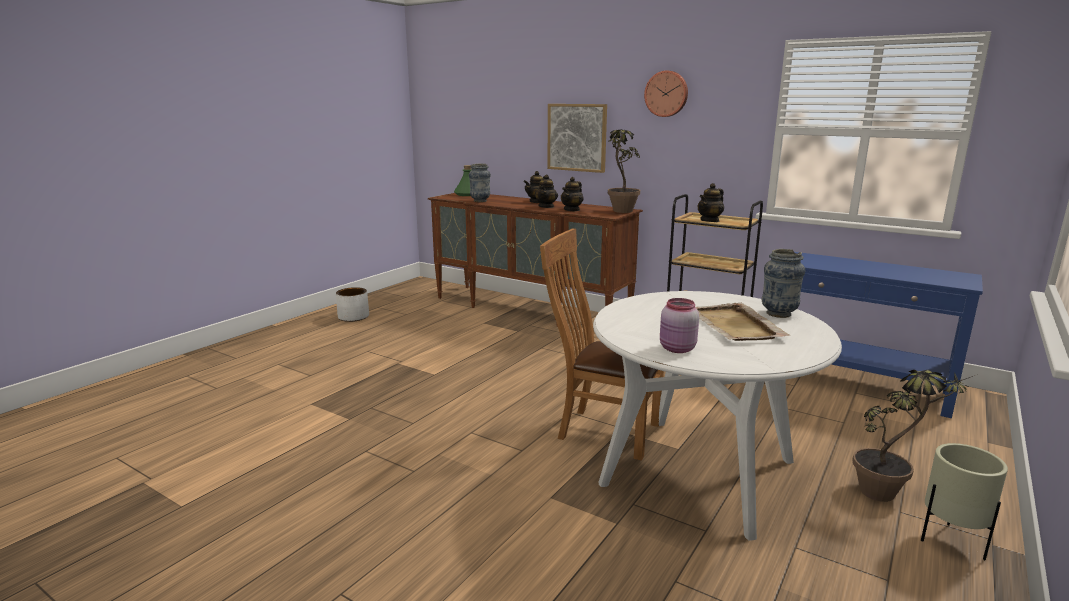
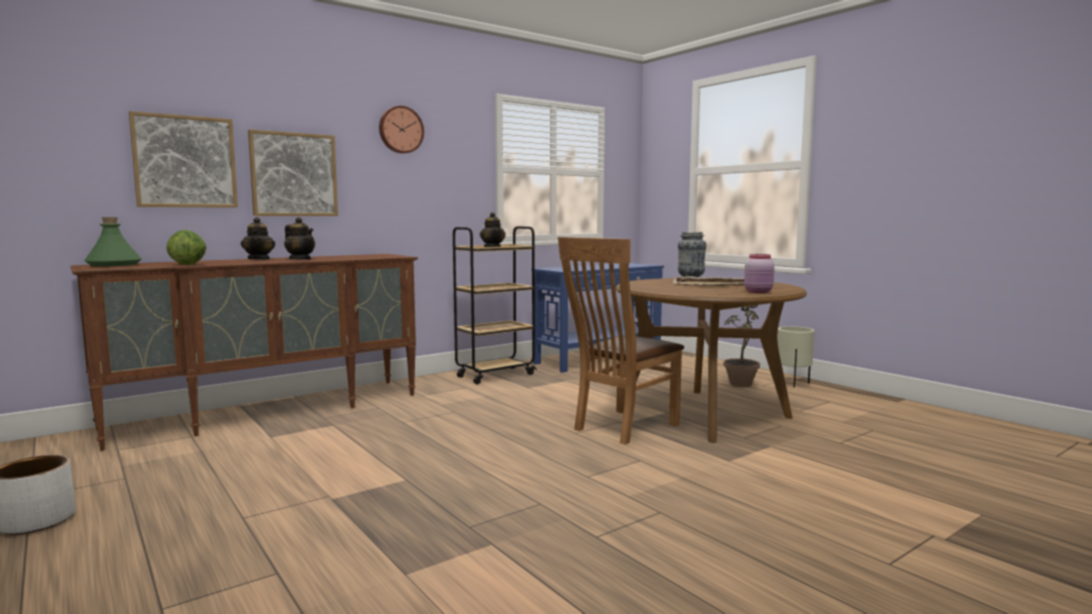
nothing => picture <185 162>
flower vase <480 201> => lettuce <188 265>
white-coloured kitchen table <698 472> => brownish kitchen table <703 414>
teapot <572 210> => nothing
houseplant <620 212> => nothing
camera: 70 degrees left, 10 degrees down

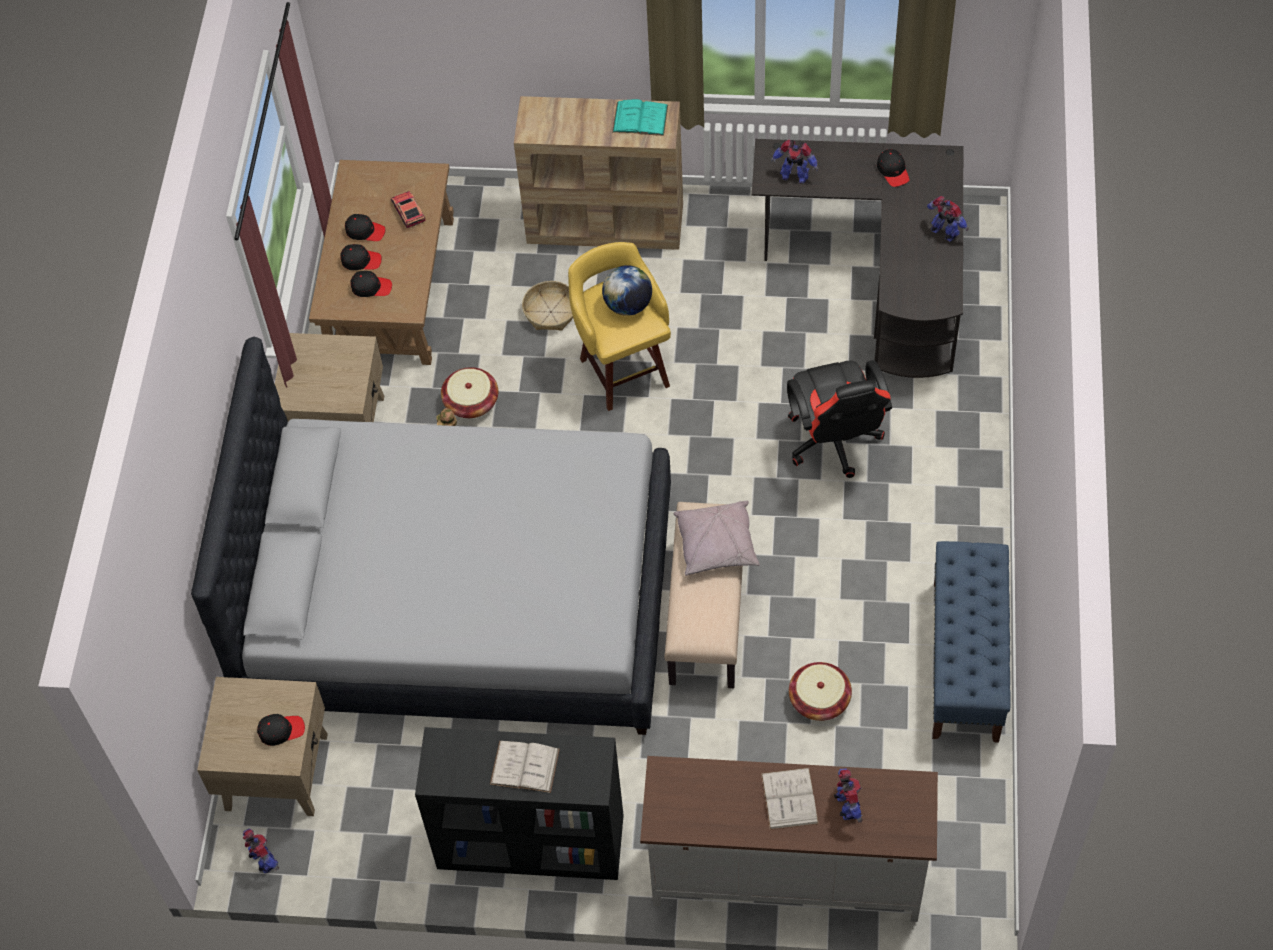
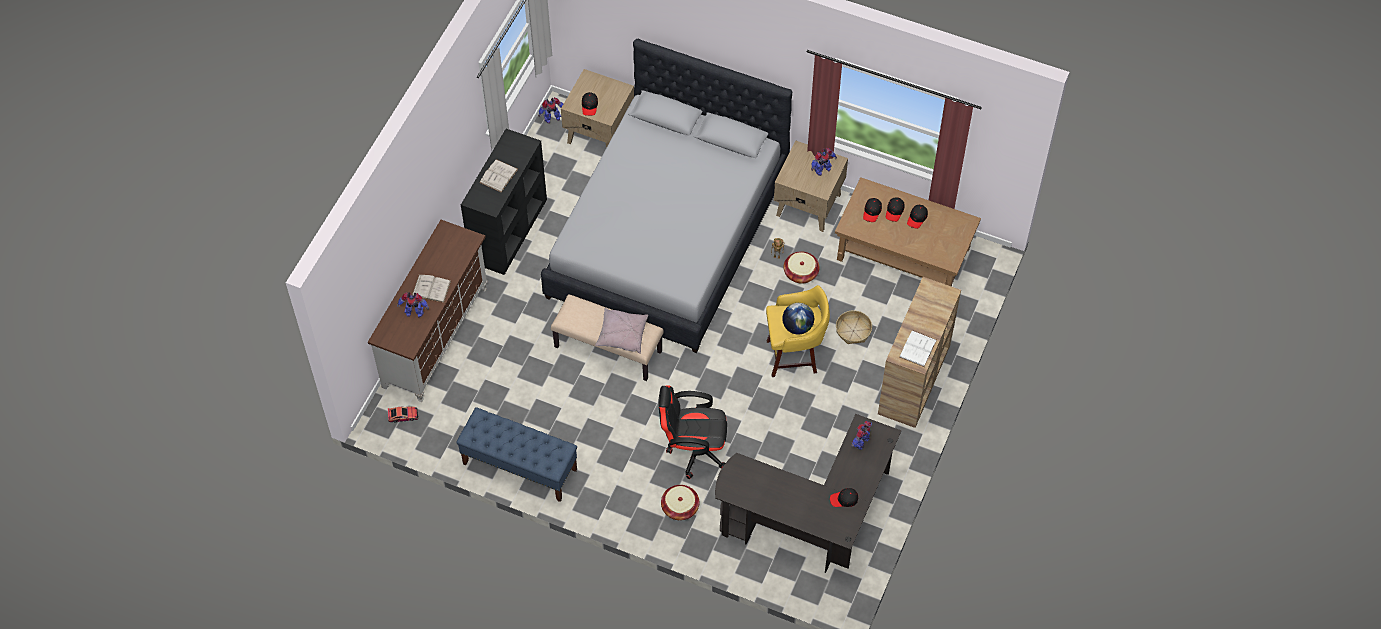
toy car <408 211> => toy car <403 415>, relocated
storage basket <819 699> => storage basket <680 507>, relocated
toy robot <944 233> => toy robot <822 169>, relocated
turquoise-coloured volume <640 118> => white-coloured volume <918 348>
camera: 105 degrees right, 0 degrees up

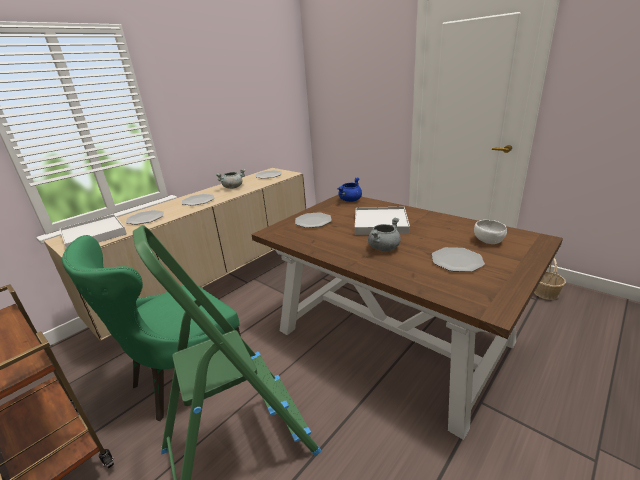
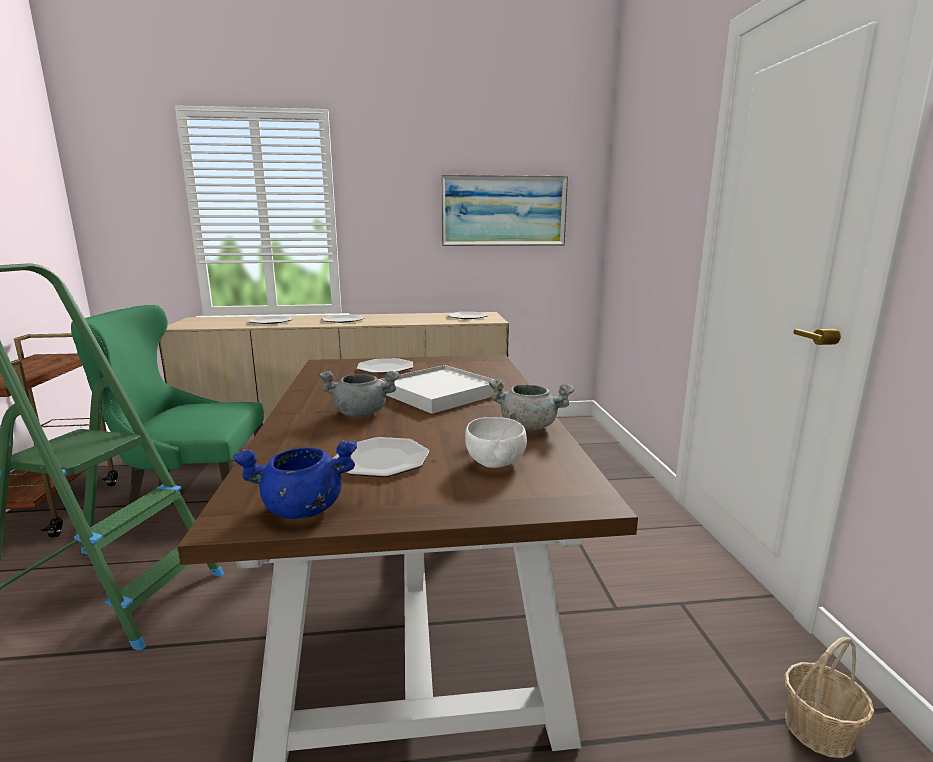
blue stockpot <350 200> => blue stockpot <301 509>, relocated
nothing => picture <503 211>
greyish stockpot <233 187> => greyish stockpot <529 427>, relocated
white-coloured serving tray <94 234> => nothing
camera: 40 degrees right, 10 degrees down

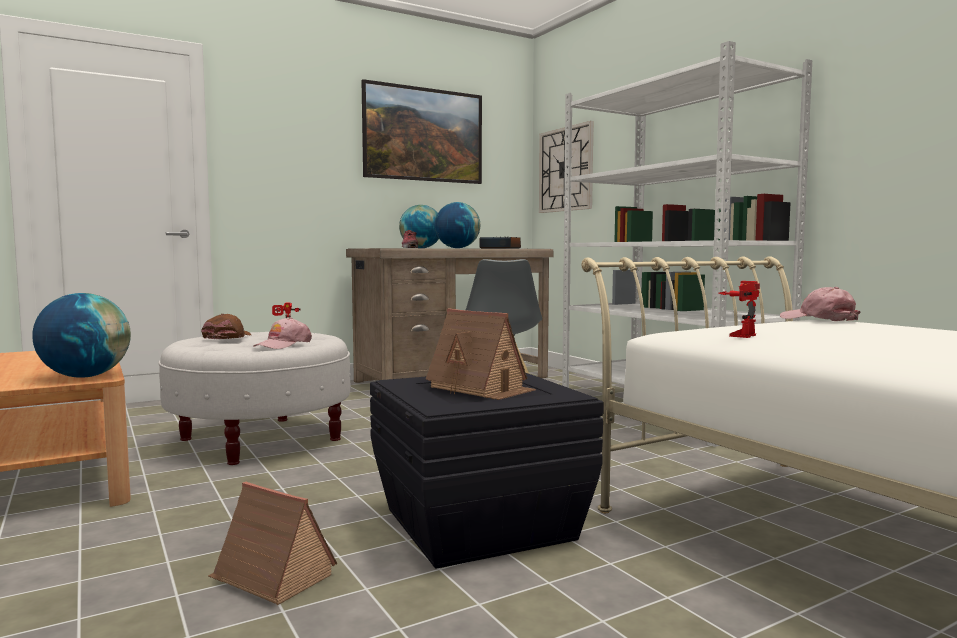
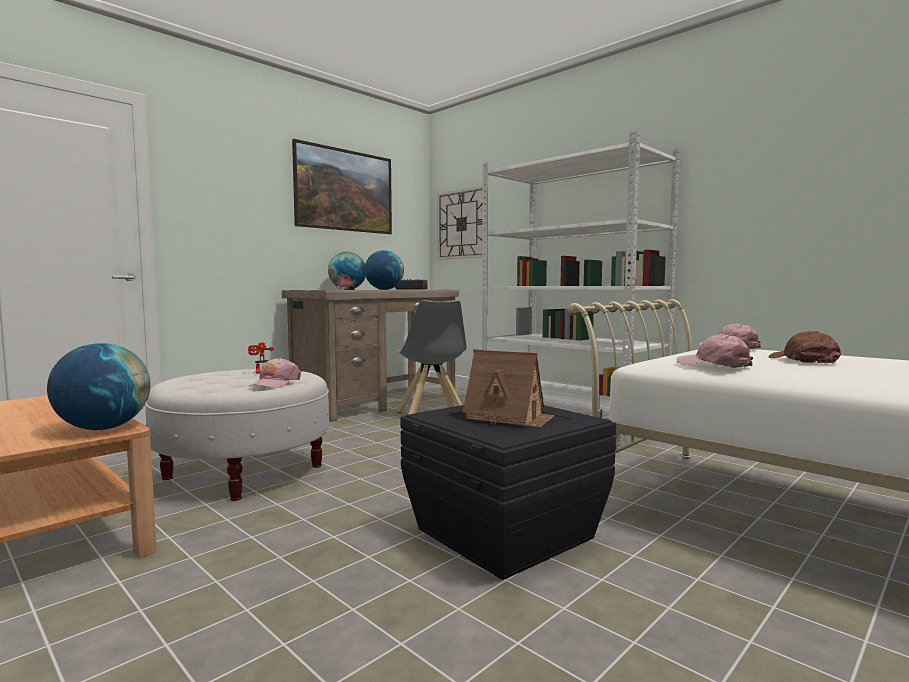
toy robot <739 335> => pink baseball cap <714 364>
brownish baseball cap <228 337> => brownish baseball cap <803 360>, relocated
toy house <271 577> => nothing
camera: 15 degrees left, 0 degrees up

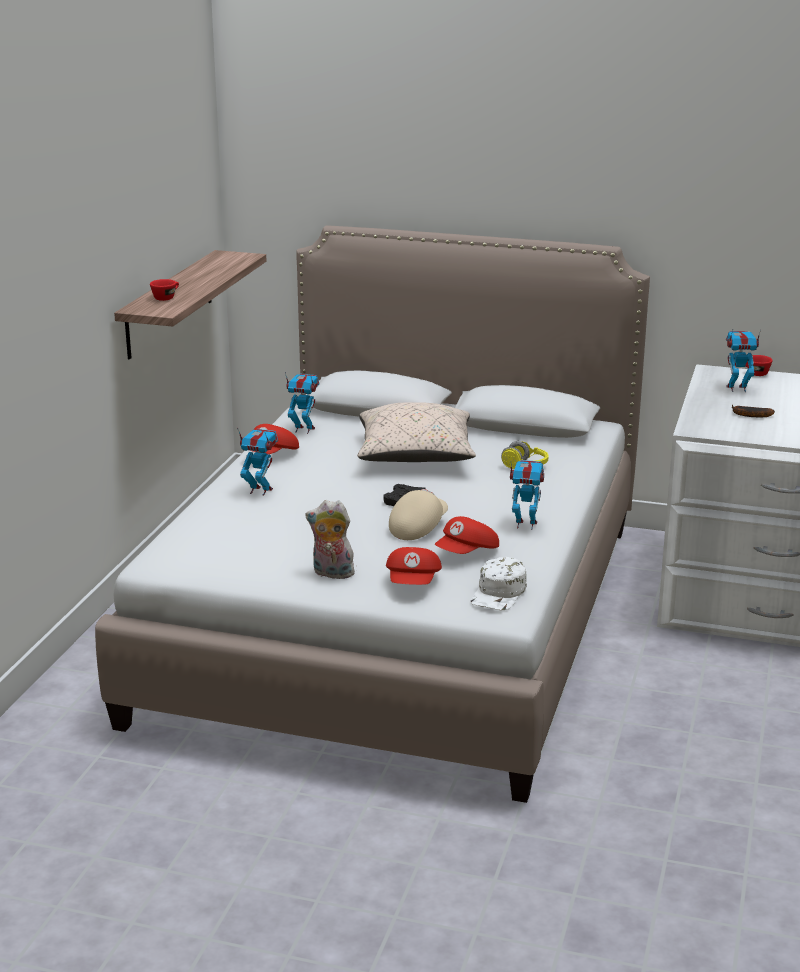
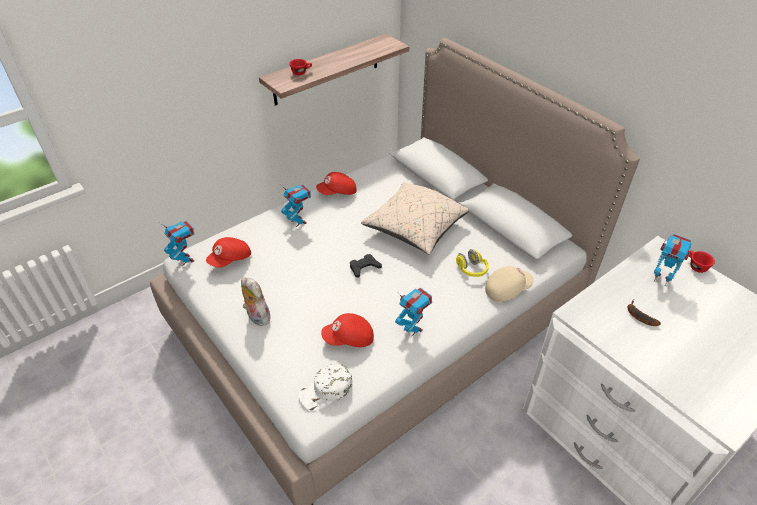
toy robot <304 430> => toy robot <185 260>, relocated
red baseball cap <414 583> => red baseball cap <230 259>, relocated
sand-coloured baseball cap <418 527> => sand-coloured baseball cap <507 289>, relocated
camera: 35 degrees right, 20 degrees up

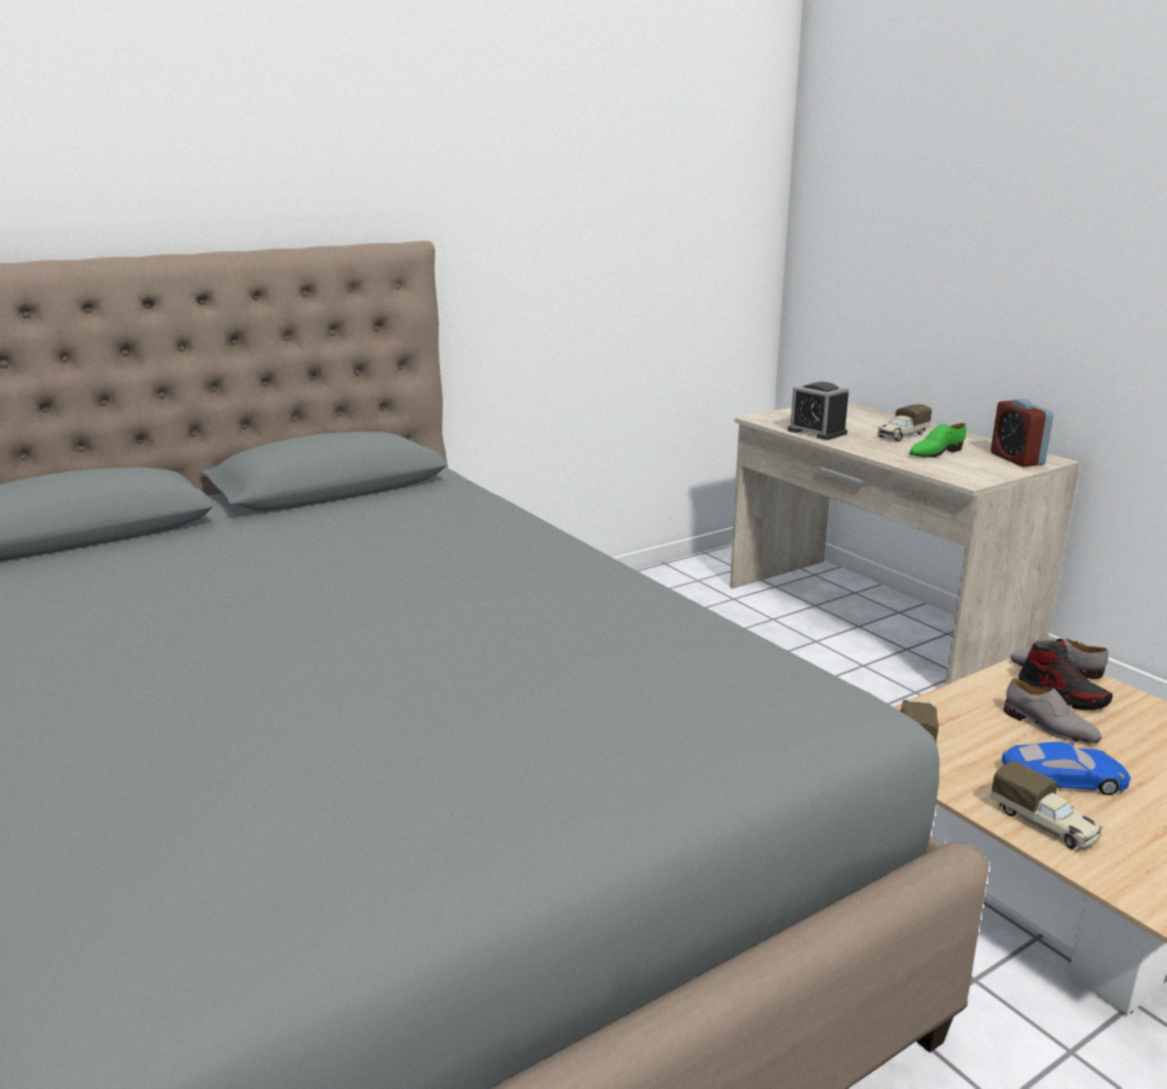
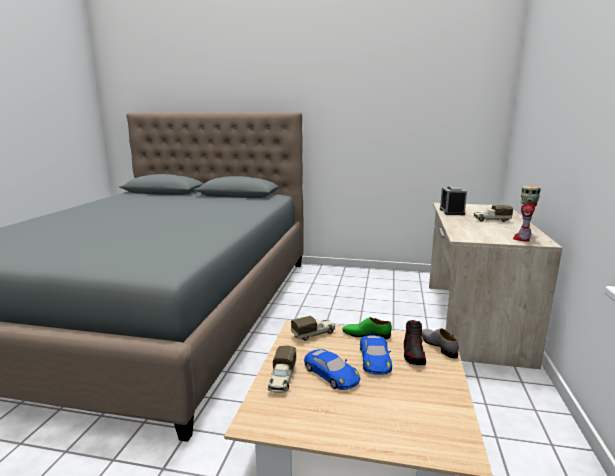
green low shoe <935 453> => green low shoe <366 335>, relocated
greyish low shoe <1049 727> => blue toy car <375 359>
table clock <1017 459> => toy robot <522 238>
camera: 45 degrees right, 5 degrees down

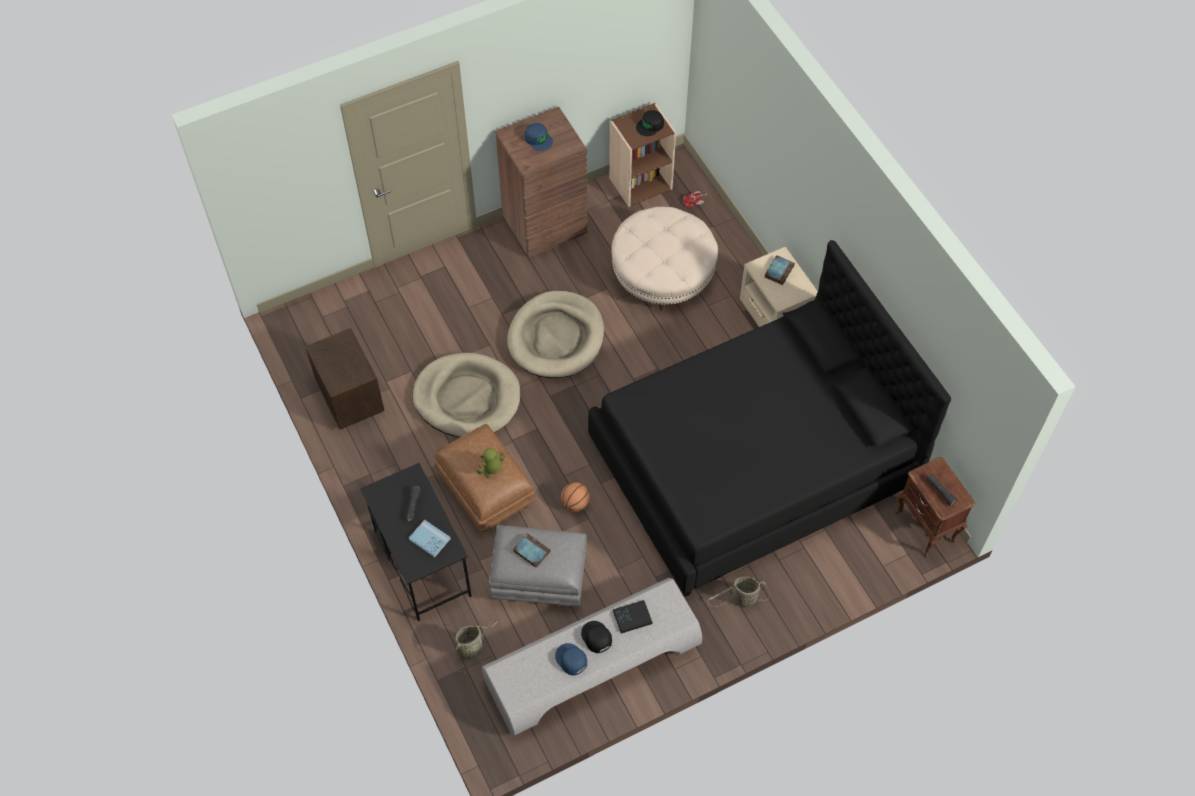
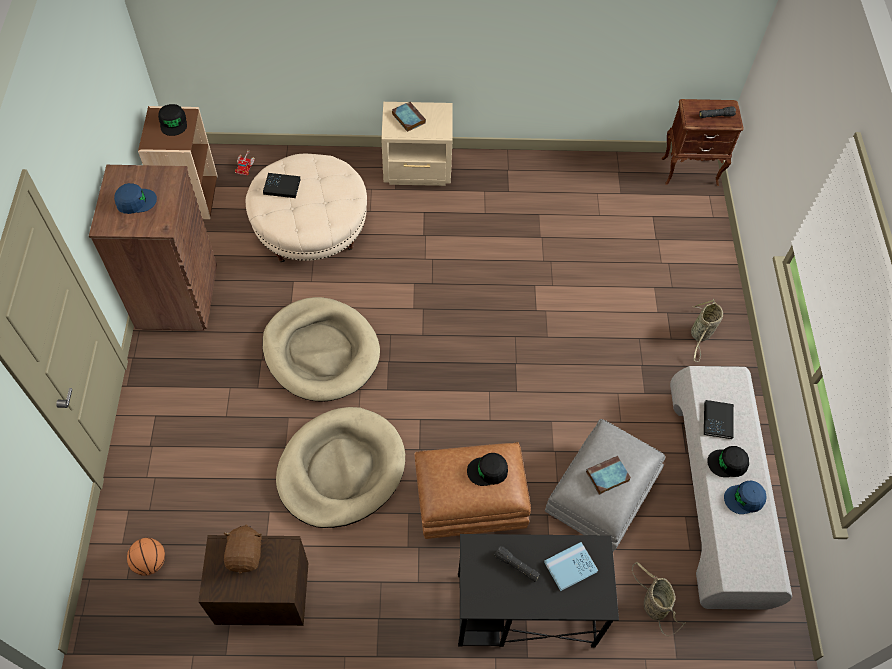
basketball ball <575 503> => basketball ball <150 562>, relocated
nothing => brownish soft toy <245 554>
nothing => black volume <282 186>
toy robot <492 471> => black baseball cap <488 471>
black bedroom bed <752 462> => nothing
camera: 65 degrees left, 0 degrees up

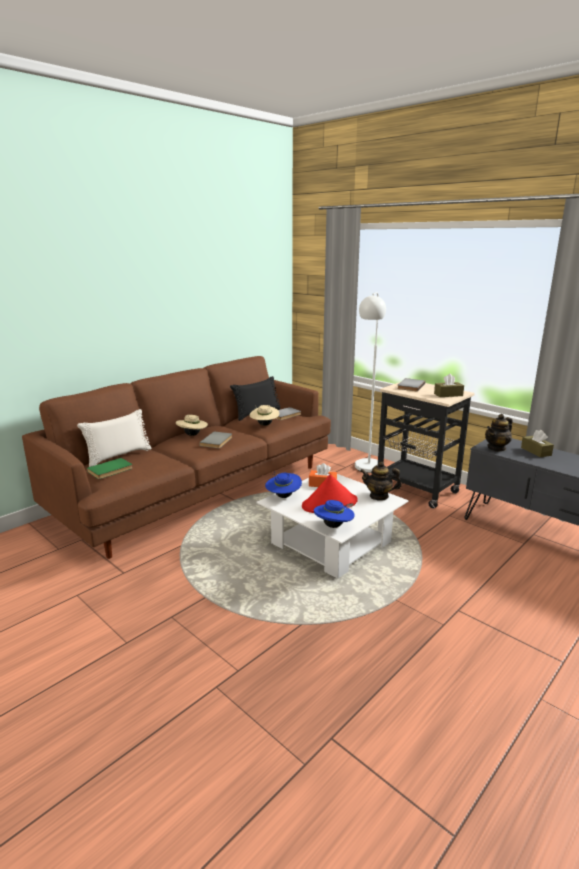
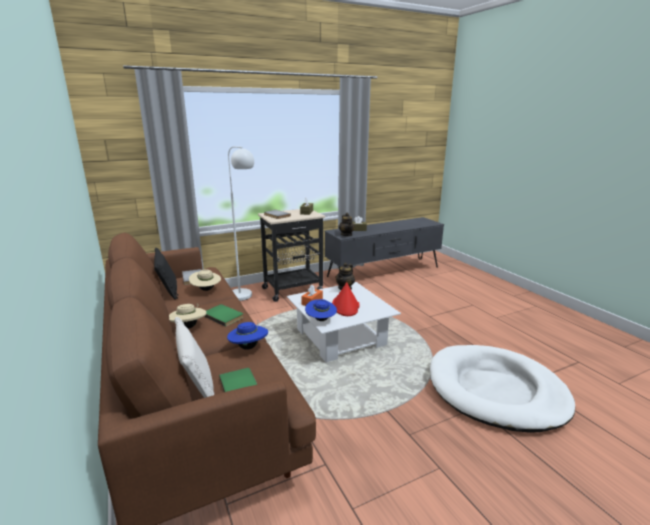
greyish volume <217 441> => green volume <224 316>
blue hat <333 526> => blue hat <248 347>, relocated
nothing => white-coloured dog cushion <496 390>
camera: 70 degrees left, 0 degrees up

